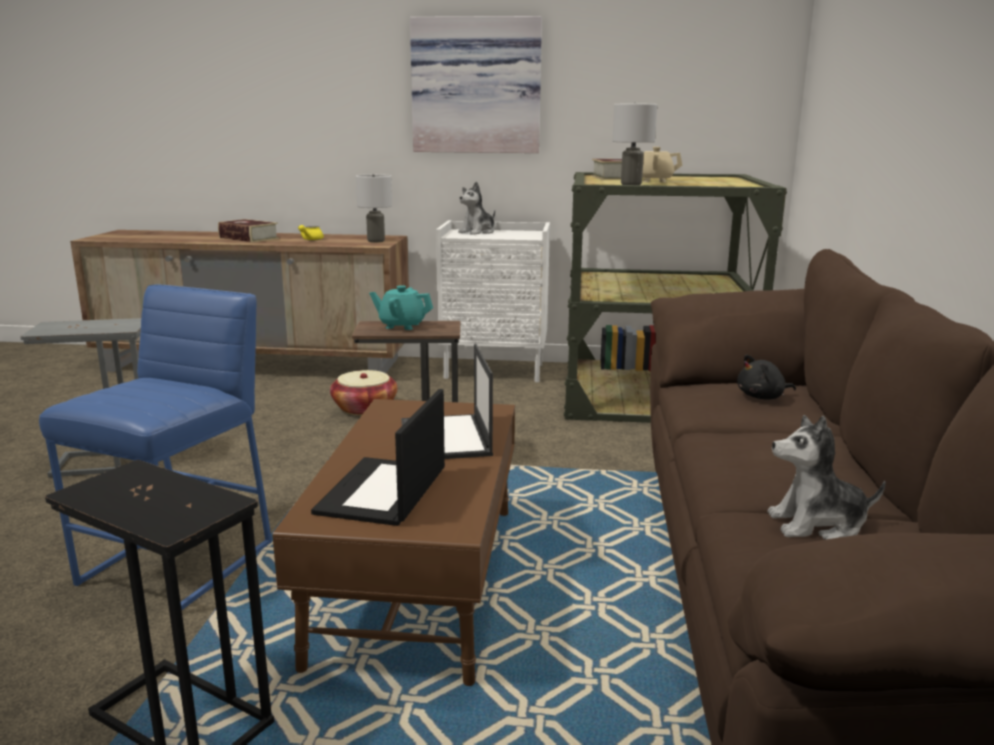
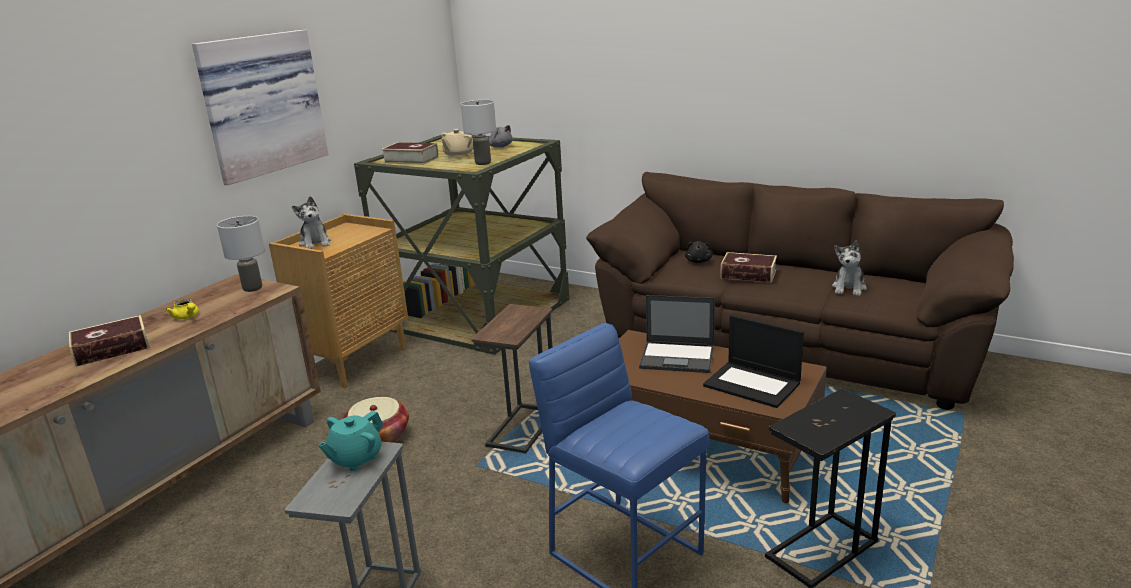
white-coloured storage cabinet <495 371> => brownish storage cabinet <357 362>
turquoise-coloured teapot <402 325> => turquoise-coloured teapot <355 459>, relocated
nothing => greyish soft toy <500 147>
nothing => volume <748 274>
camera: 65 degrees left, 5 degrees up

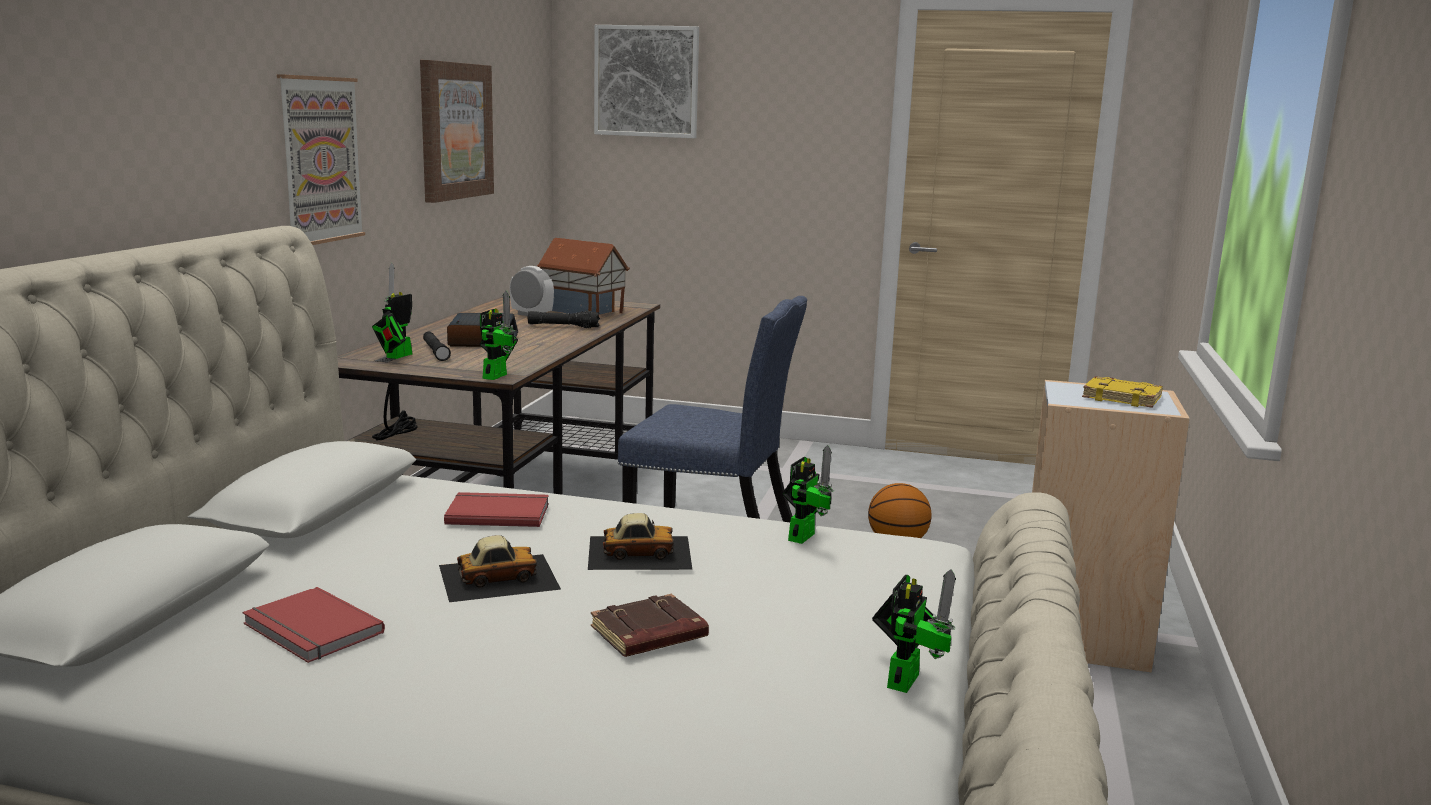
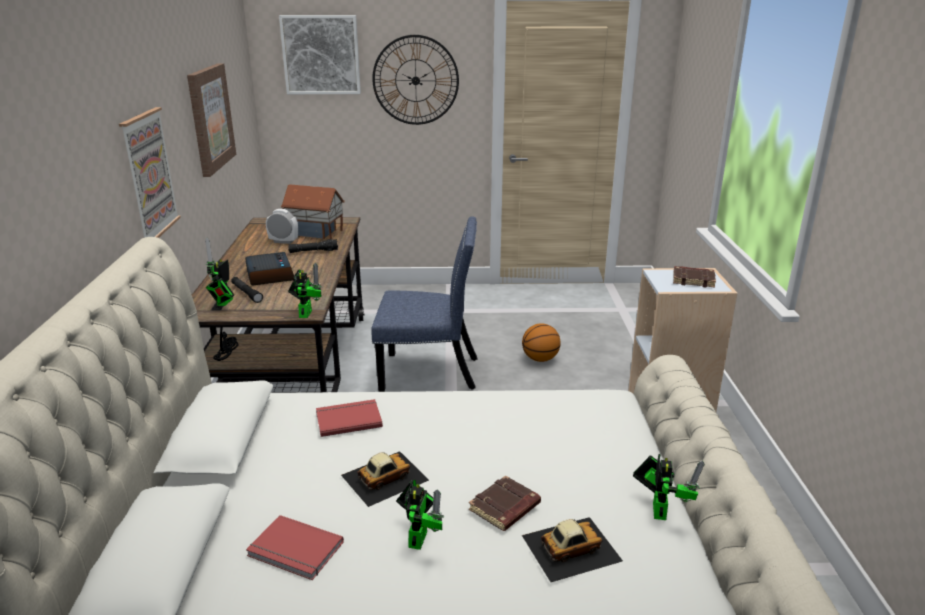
nothing => clock on the wall <415 80>
toy robot <803 535> => toy robot <419 536>, relocated
toy car <639 552> => toy car <570 547>, relocated
yellow volume <1123 398> => brownish volume <693 280>
camera: 15 degrees left, 10 degrees up

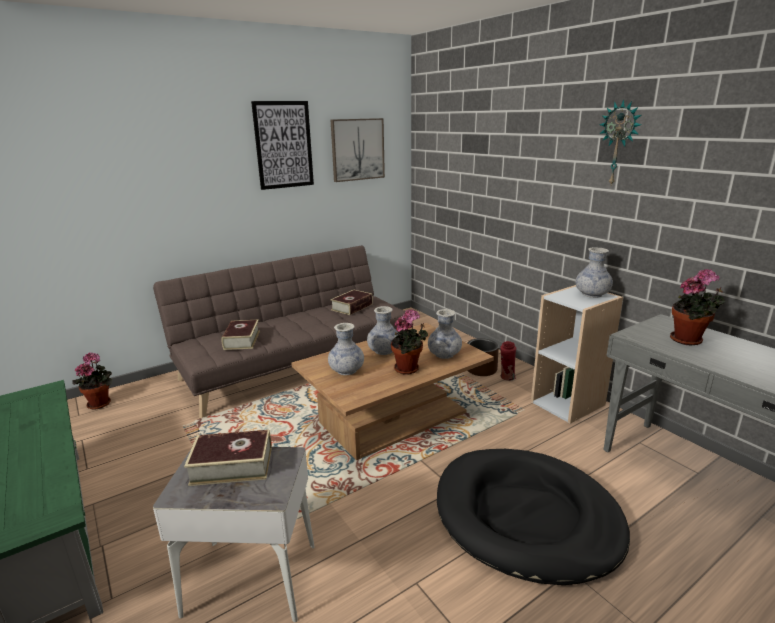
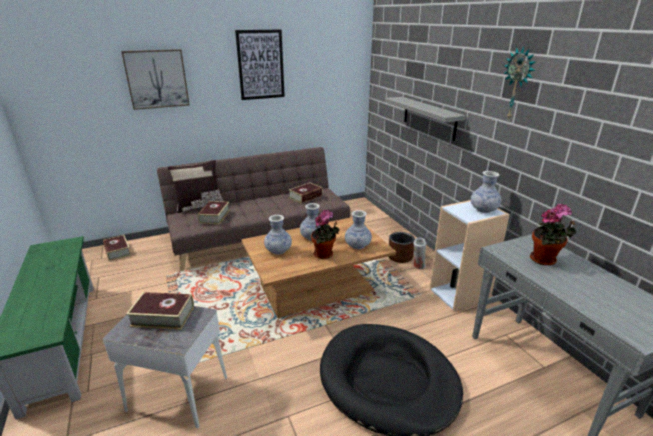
houseplant <100 403> => volume <117 251>
picture <357 149> => picture <157 79>, relocated
nothing => throw pillow <200 206>
nothing => greyish shelf <429 117>
red flower vase <507 378> => white-coloured flower vase <418 266>
camera: 10 degrees right, 5 degrees up

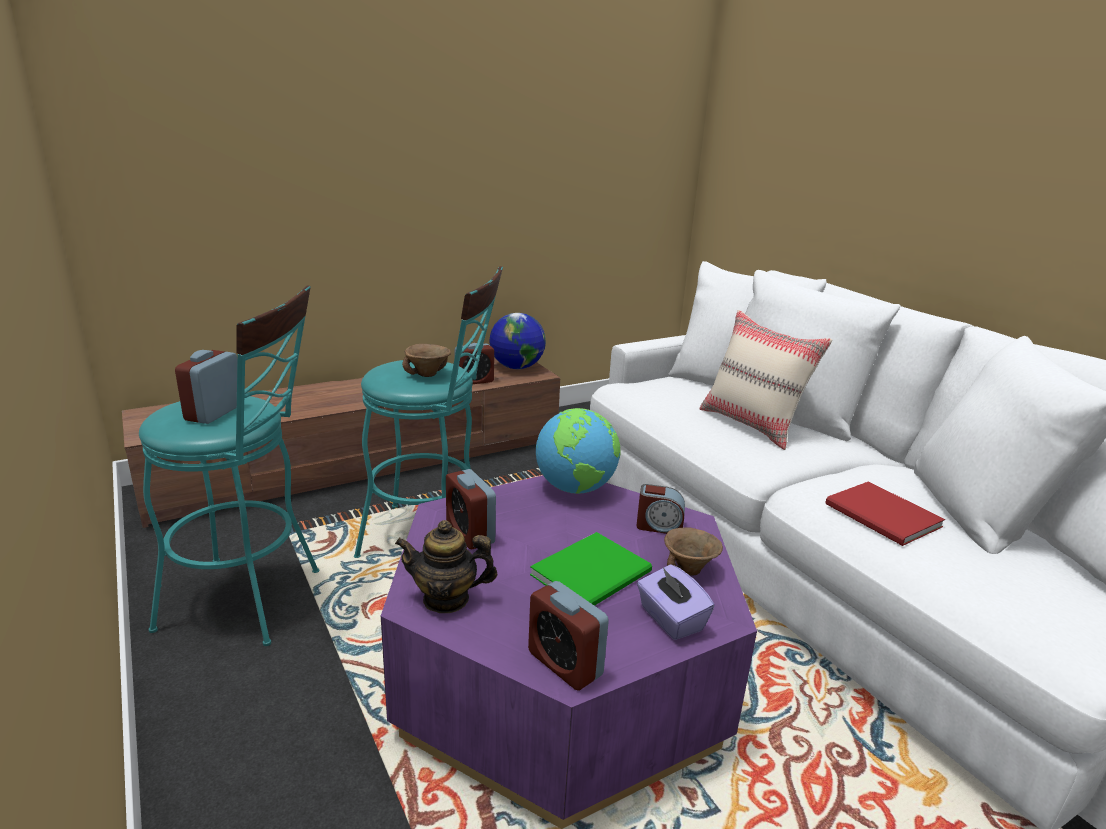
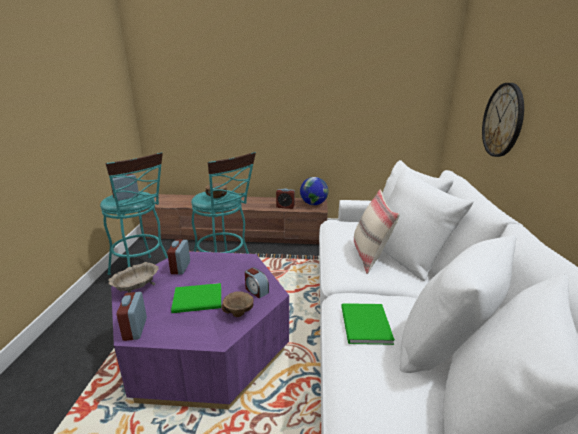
teapot <446 599> => sand-coloured deep dish <137 289>
red volume <883 517> => green volume <364 326>
nothing => clock on the wall <503 120>
globe <575 488> => nothing
purple box of tissues <670 619> => nothing
camera: 35 degrees right, 0 degrees up

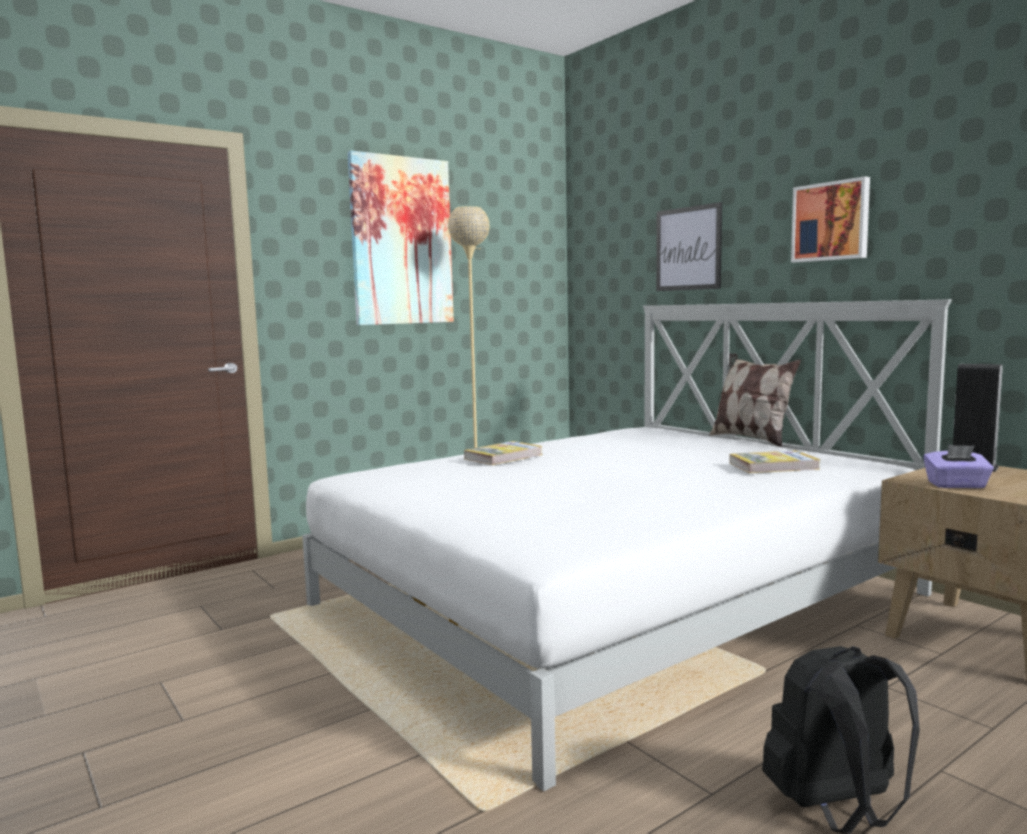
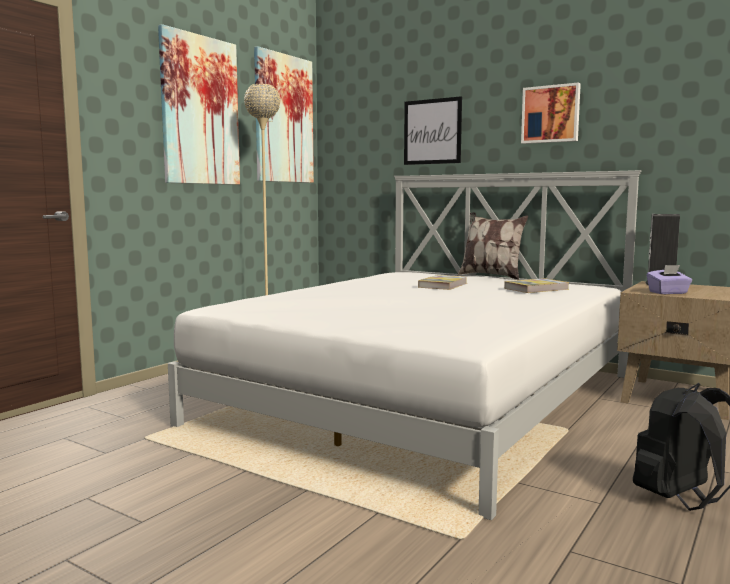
nothing => picture <283 119>
volume <503 457> => volume <443 285>, relocated
camera: 20 degrees left, 0 degrees up

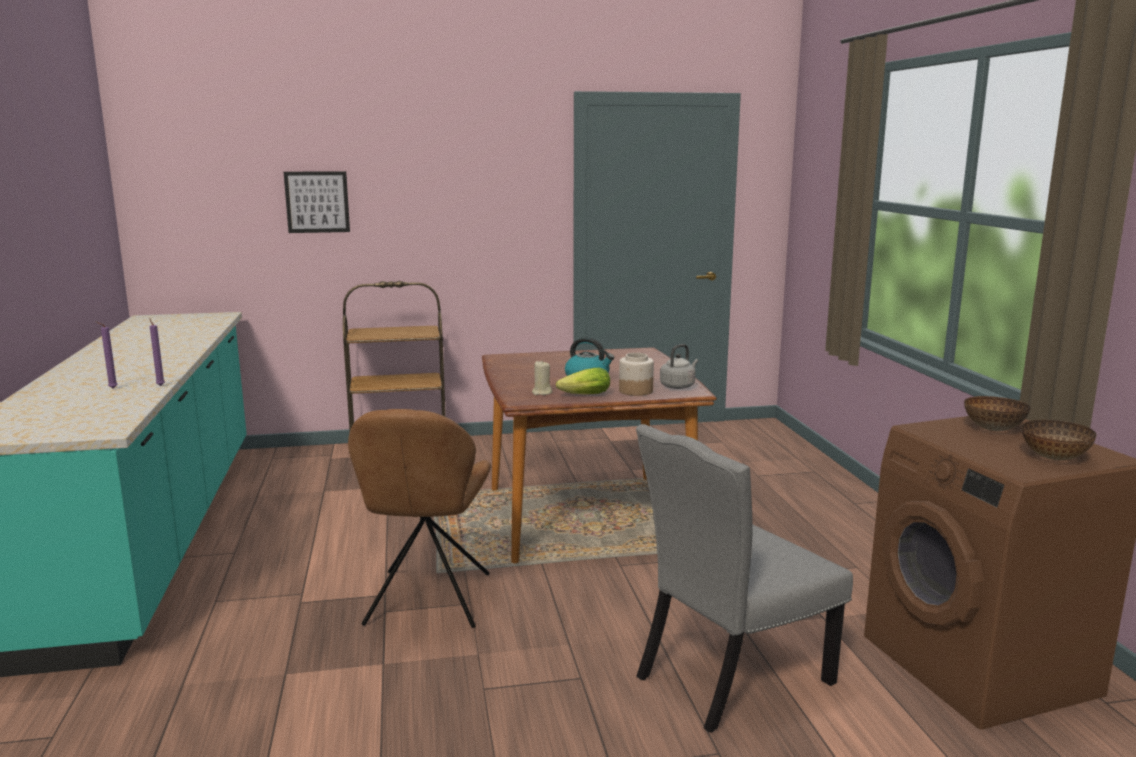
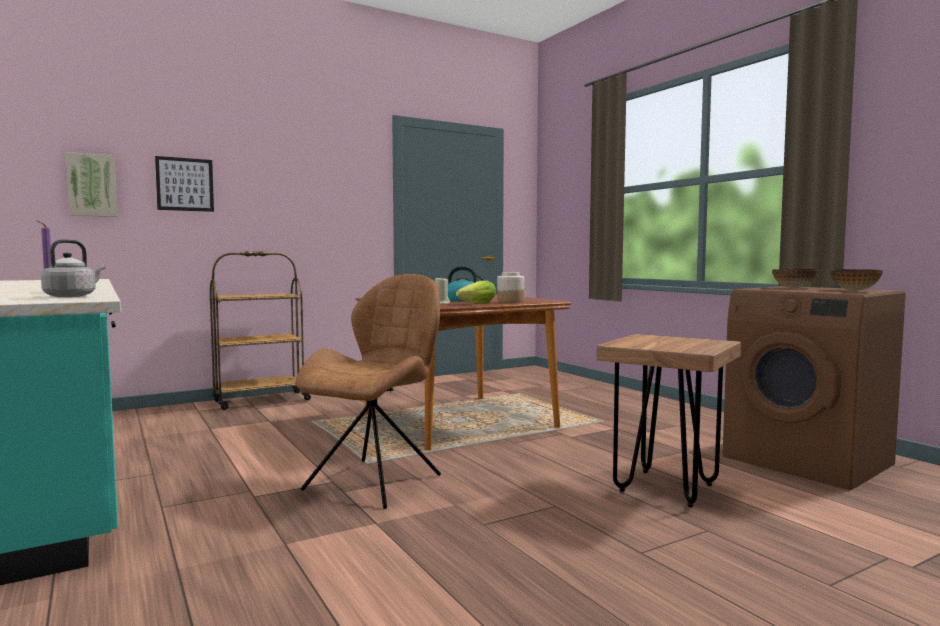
greyish kettle <678 386> => greyish kettle <72 296>, relocated
nothing => picture <92 185>
brownish plain chair <427 602> => brownish plain chair <376 481>, 135 degrees counterclockwise
greyish plain chair <734 676> => brownish stool <665 488>
purple candle <160 385> => nothing
camera: 20 degrees left, 10 degrees down

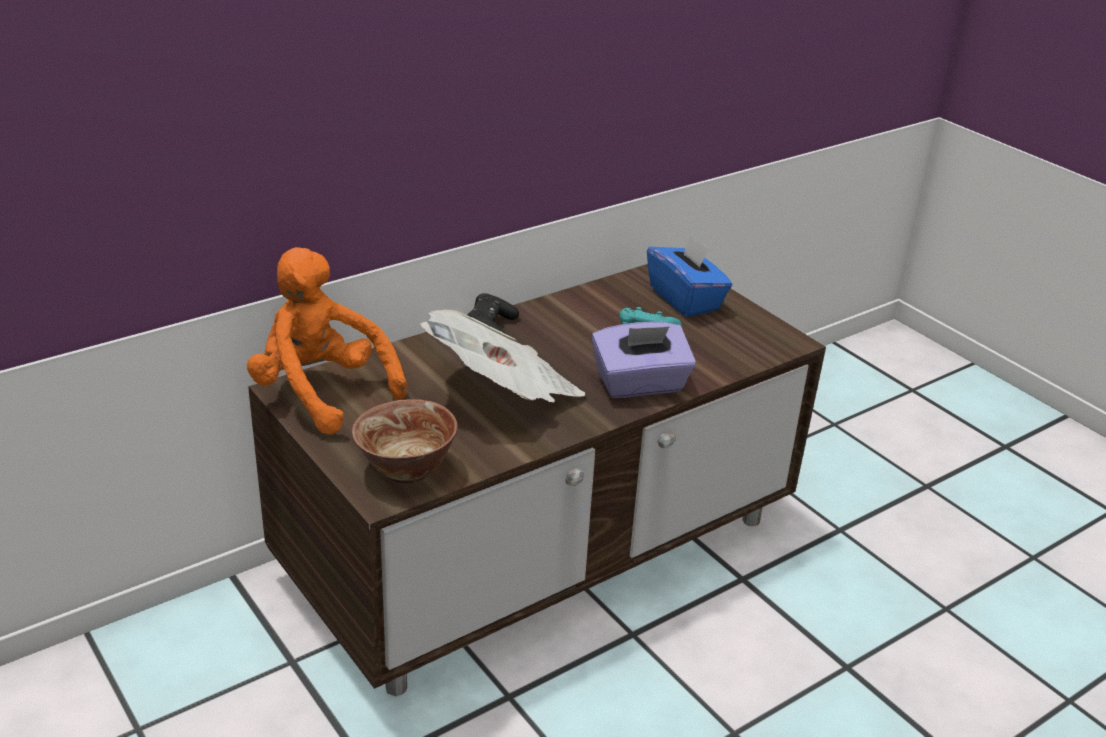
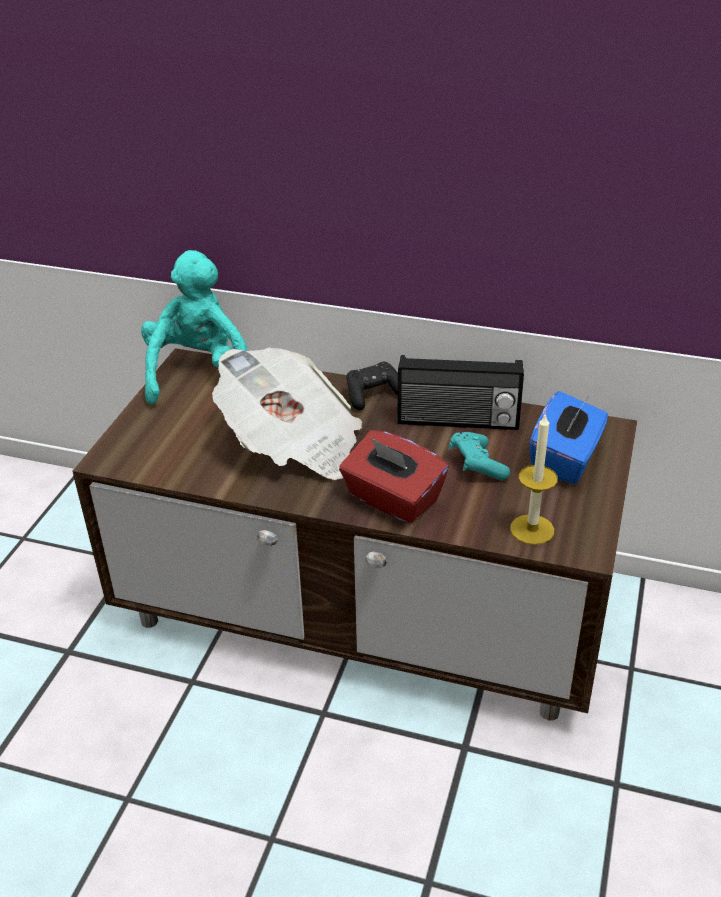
orangey soft toy <321 393> => turquoise-coloured soft toy <199 375>
purple box of tissues <640 384> => red box of tissues <392 499>
nothing => radio receiver <458 421>
nothing => candle <532 529>
deep dish <406 469> => nothing
camera: 55 degrees right, 5 degrees up

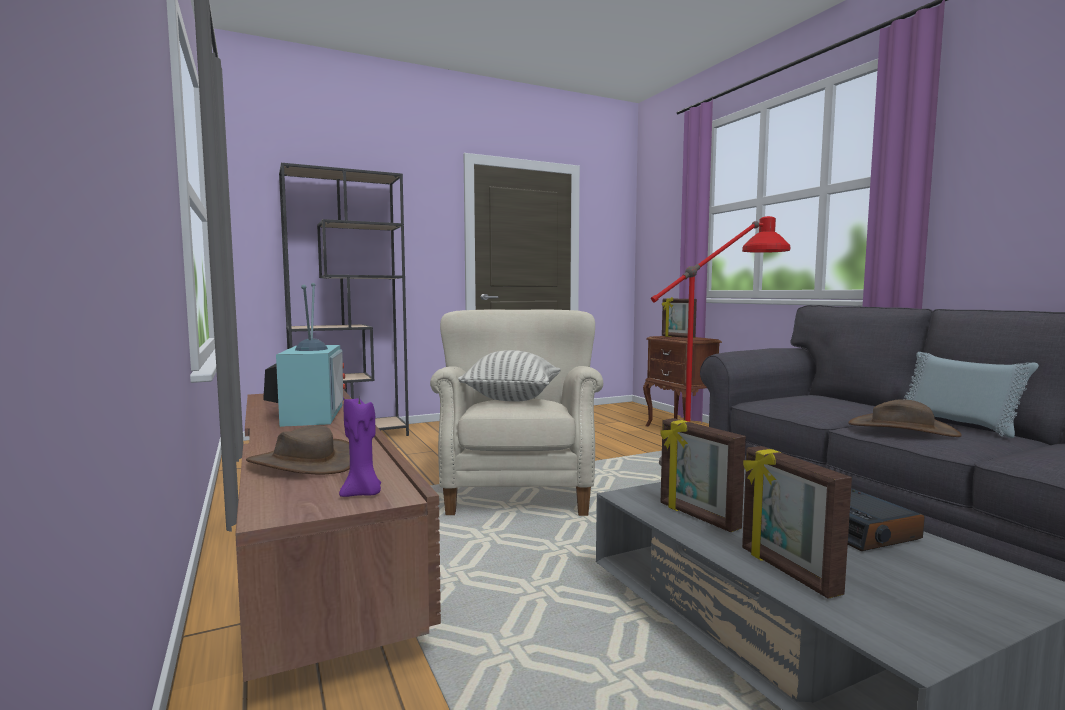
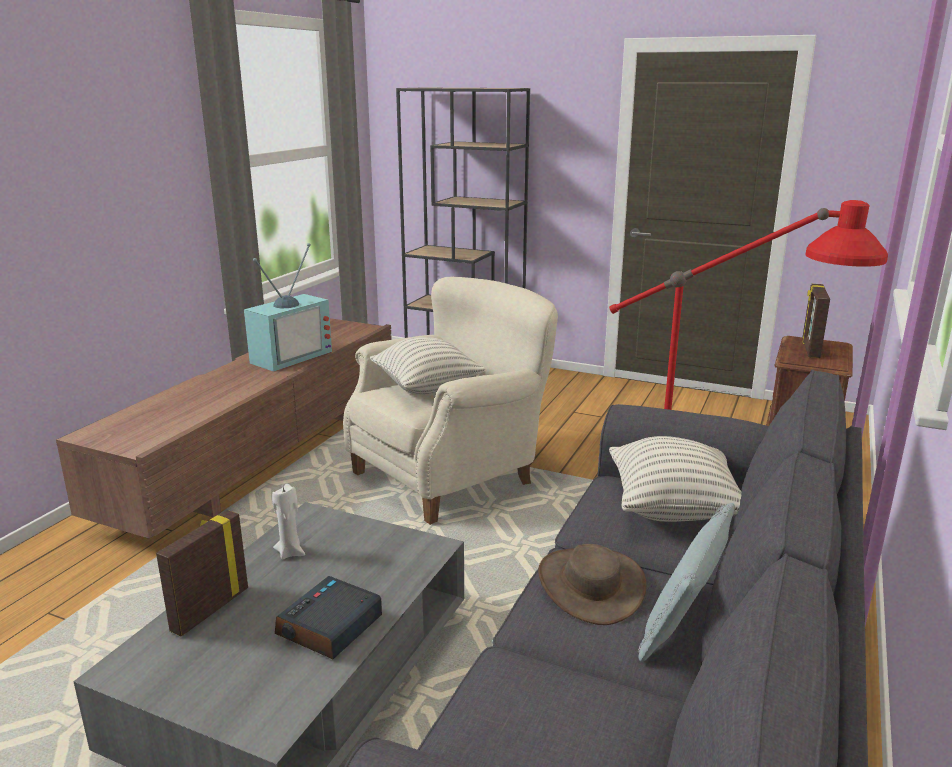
standing frame <697 516> => white-coloured candle <290 552>
nothing => throw pillow <672 508>
brownish hat <304 462> => nothing
purple candle <363 494> => nothing
camera: 50 degrees right, 15 degrees up

